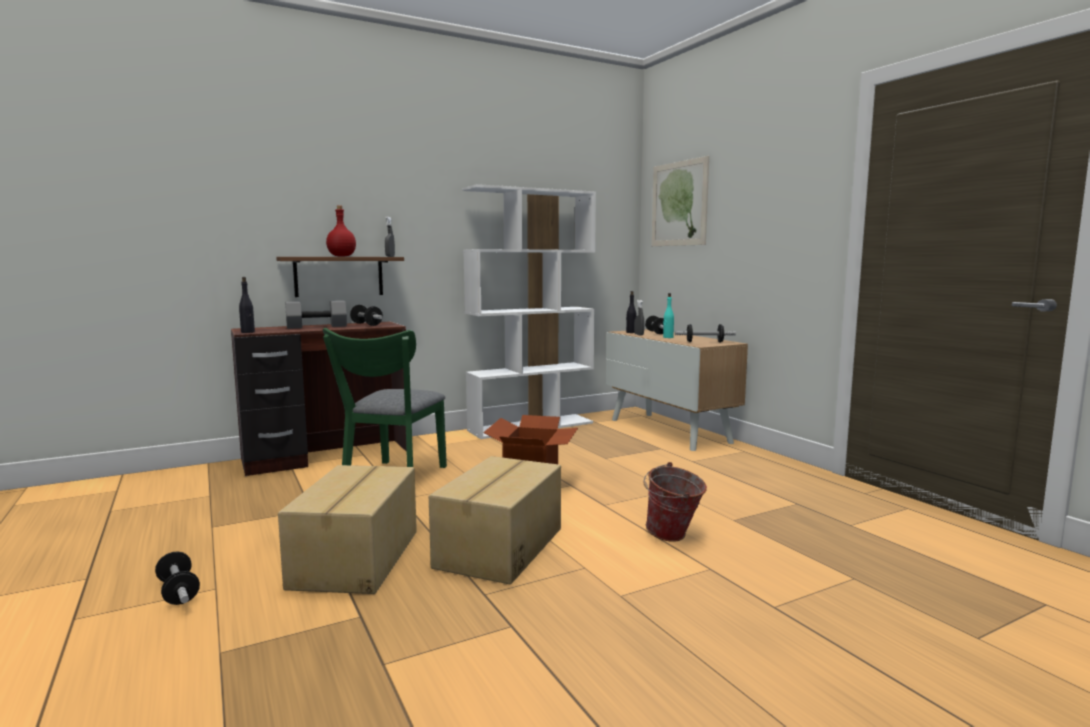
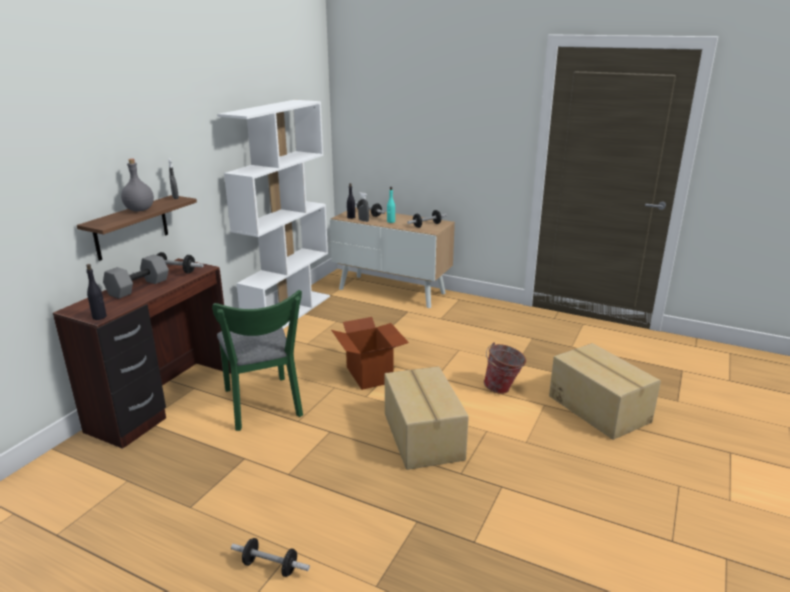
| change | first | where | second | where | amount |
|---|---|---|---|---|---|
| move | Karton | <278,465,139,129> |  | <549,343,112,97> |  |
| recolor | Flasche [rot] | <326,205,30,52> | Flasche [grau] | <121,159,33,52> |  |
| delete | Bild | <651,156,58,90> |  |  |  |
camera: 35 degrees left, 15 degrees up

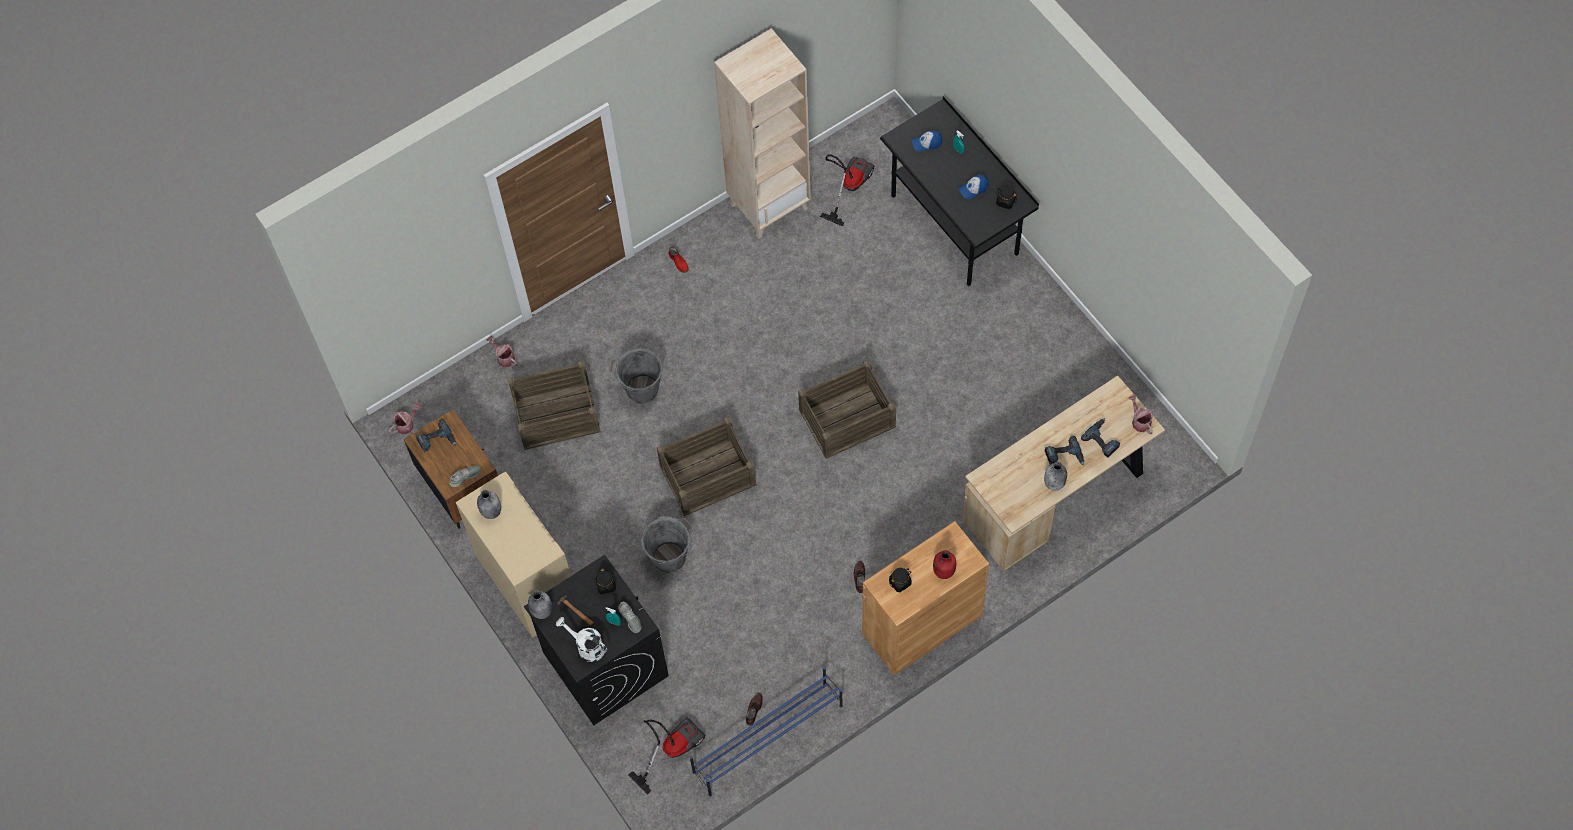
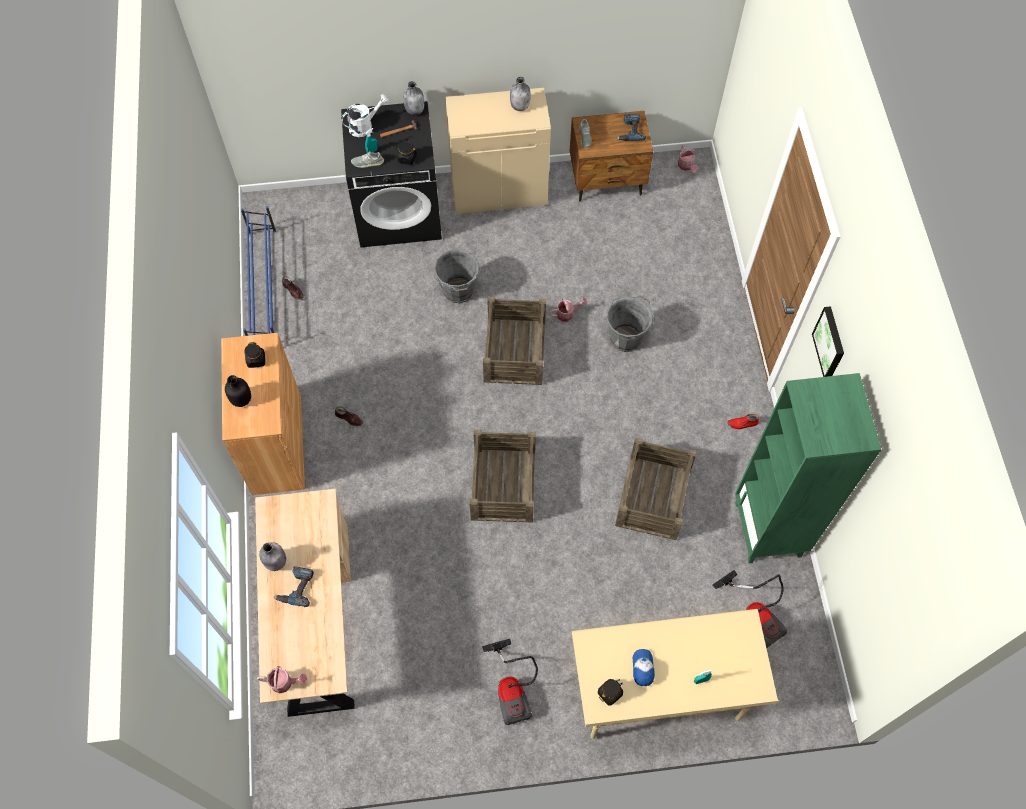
| change | first | where | second | where | amount |
|---|---|---|---|---|---|
| move | Gießkanne | <487,336,30,31> |  | <549,297,38,25> |  |
| move | Kiste | <507,361,94,89> |  | <615,437,82,103> |  |
| move | Staubsauger | <628,717,78,78> |  | <482,639,56,86> |  |
| recolor | Bücherregal [beige] | <714,28,97,211> | Bücherregal [grün] | <735,373,147,190> |  |
| recolor | Schreibtisch [schwarz] | <880,96,159,191> | Schreibtisch [beige] | <572,609,208,130> |  |
| delete | Kappe | <912,131,30,21> |  |  |  |
| recolor | Flasche [rot] | <933,550,23,29> | Flasche [schwarz] | <225,375,26,32> |  |
| delete | Bohrmaschine | <1081,418,39,40> |  |  |  |
| insert |  |  | Bild | <812,306,32,71> |  |
camera: 115 degrees right, 0 degrees up

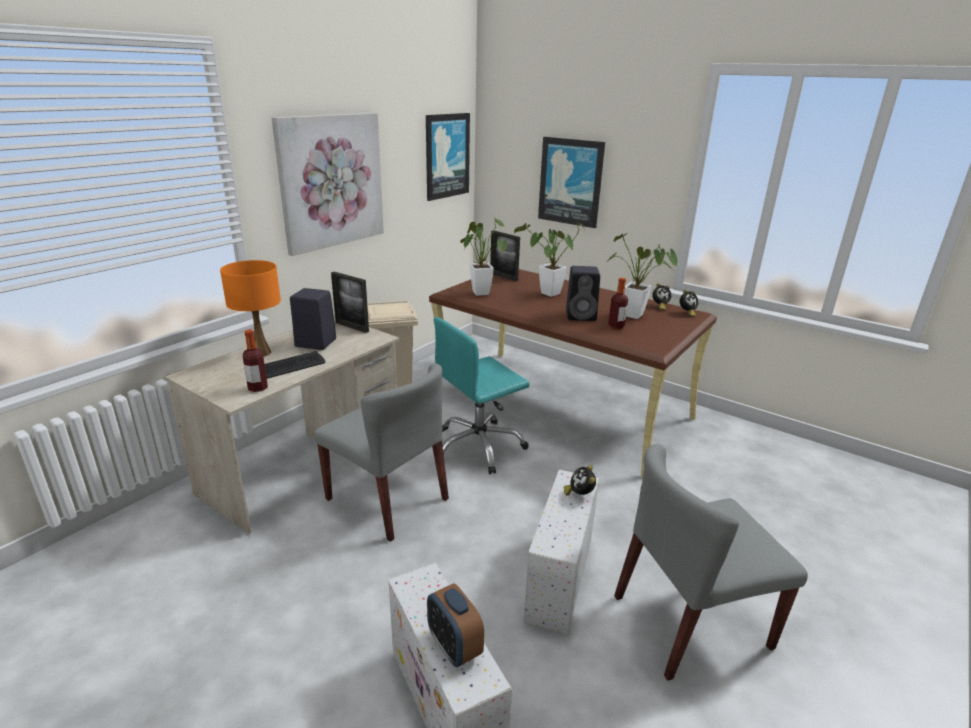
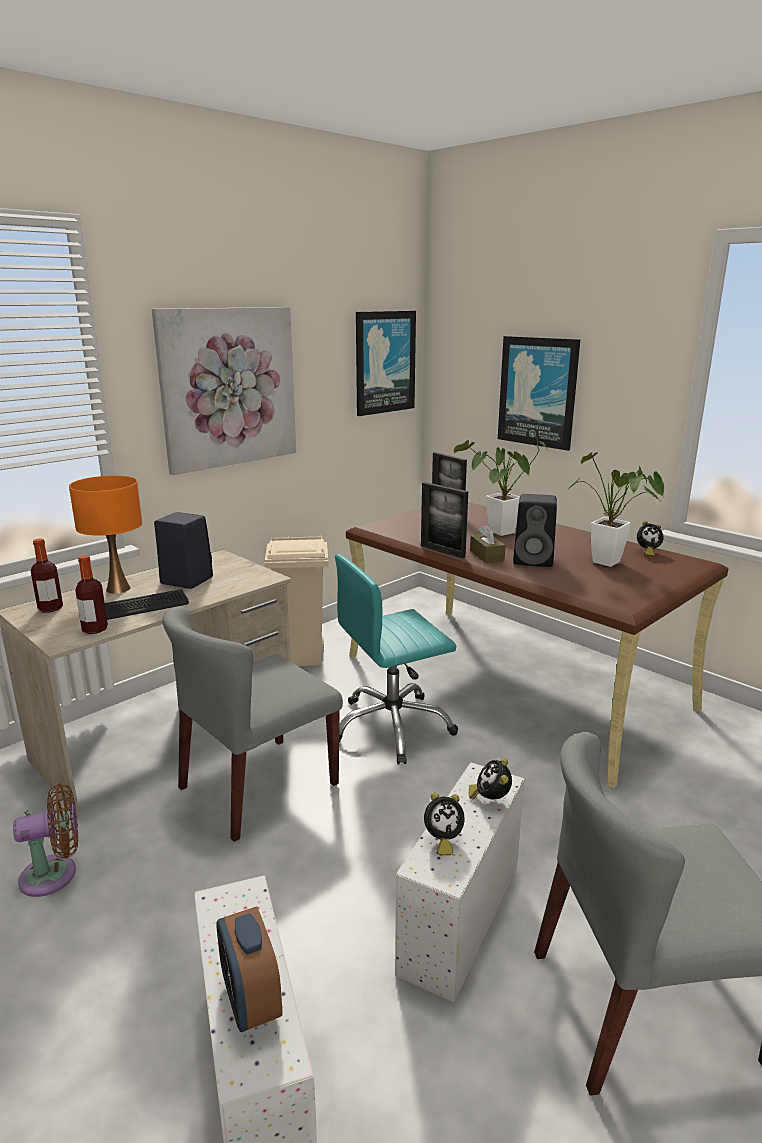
| change | first | where | second | where | amount |
|---|---|---|---|---|---|
| rotate | Stuhl [grau] | <314,363,135,179> |  | <162,607,181,235> | 90 degrees clockwise |
| move | Bilderrahmen | <331,272,38,61> |  | <421,482,47,76> |  |
| delete | Topfpflanze | <460,217,47,79> |  |  |  |
| move | Flasche | <608,278,20,51> |  | <31,539,32,73> |  |
| move | Wecker | <680,289,18,28> |  | <424,792,41,63> |  |
| insert |  |  | Ventilator [braun] | <13,784,65,113> |  |
| insert |  |  | Taschentuchbox [braun] | <470,524,36,39> |  |
camera: 10 degrees right, 5 degrees down

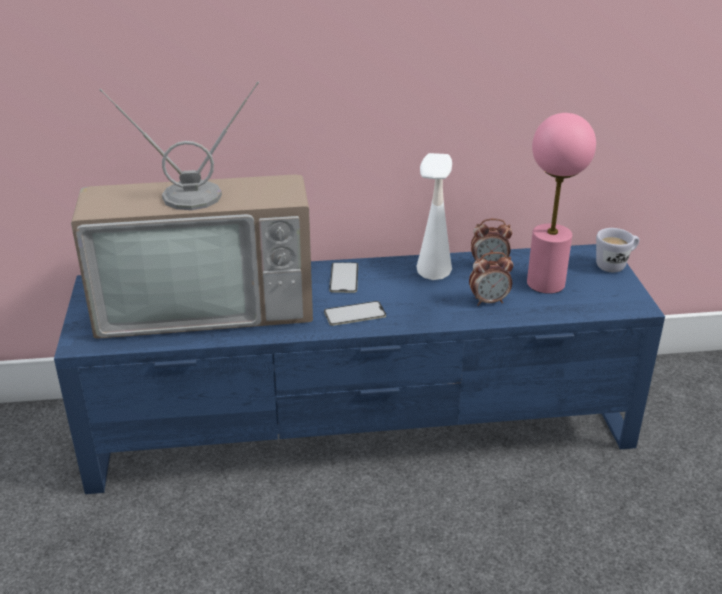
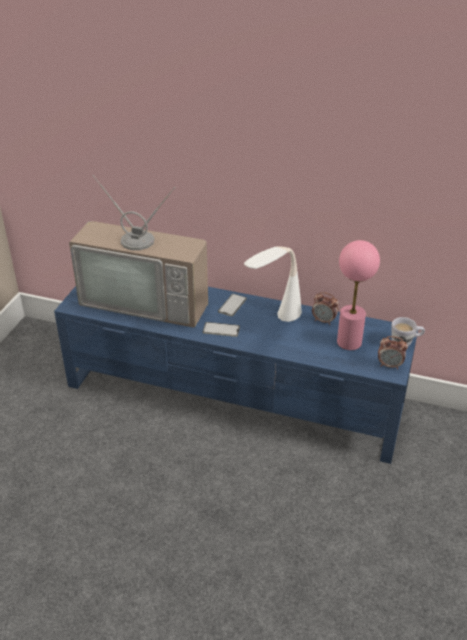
| change | first | where | second | where | amount |
|---|---|---|---|---|---|
| move | Wecker | <469,252,44,54> |  | <378,336,30,33> |  |
camera: 25 degrees right, 5 degrees up

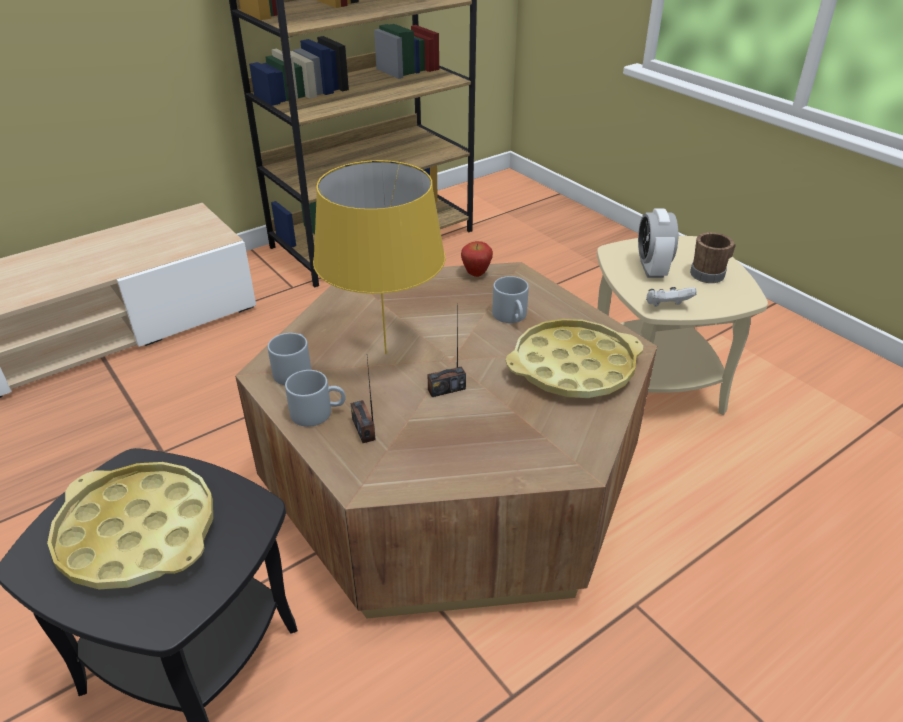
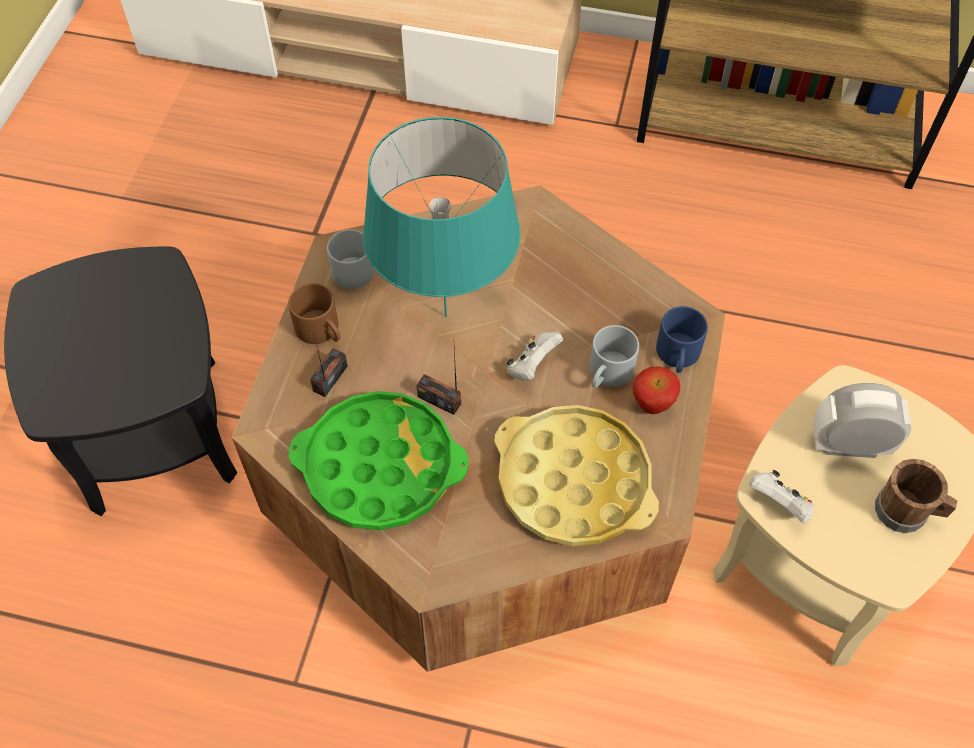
| change | first | where | second | where | amount |
|---|---|---|---|---|---|
| delete | Tablett [gelb] | <47,462,166,127> |  |  |  |
| recolor | Henkelbecher [grau] | <285,370,60,57> | Henkelbecher [braun] | <288,283,52,61> |  |
| recolor | Tischlampe [gelb] | <313,160,133,194> | Tischlampe [türkis] | <363,117,158,200> |  |
| move | Apfel | <461,241,32,36> |  | <633,366,47,48> |  |
| rotate | Wecker | <638,209,40,69> |  | <813,383,98,75> | 45 degrees clockwise |
| insert |  |  | Tablett [grün] | <289,391,180,139> |  |
| insert |  |  | Gamepad [weiß] | <507,332,56,48> |  |
| insert |  |  | Henkelbecher [blau] | <656,306,52,67> |  |
camera: 50 degrees right, 20 degrees up

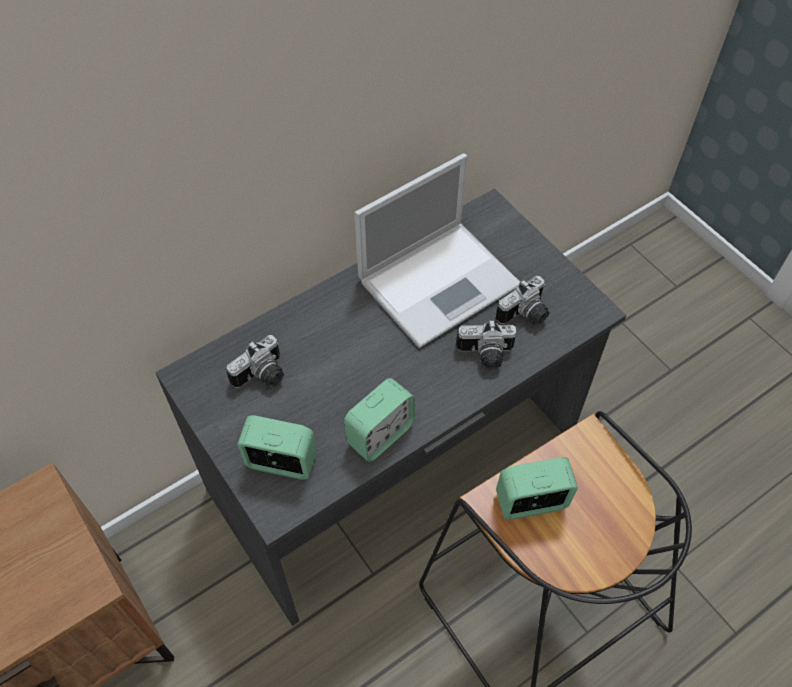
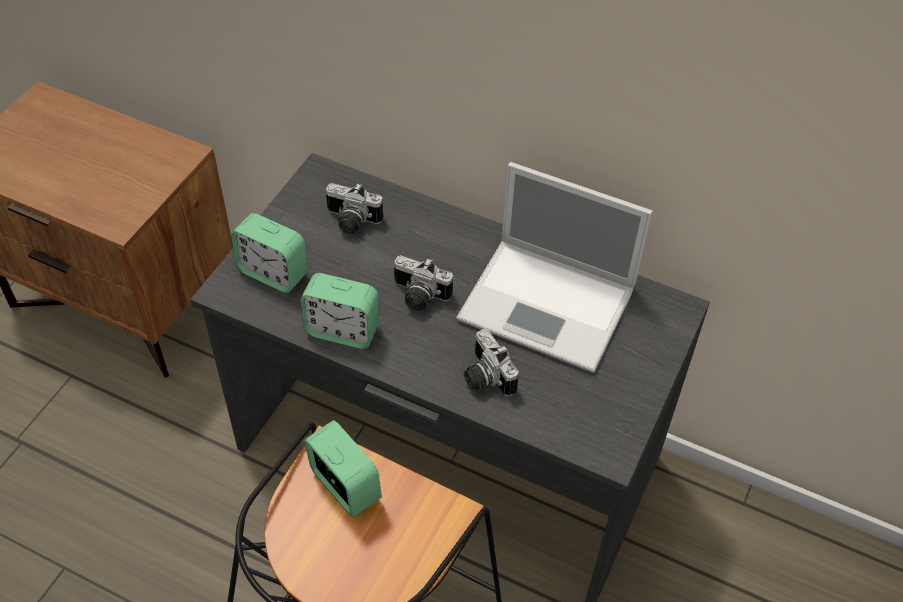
| change | first | where | second | where | amount |
|---|---|---|---|---|---|
| rotate | Wecker | <237,415,80,65> |  | <231,213,76,80> | 135 degrees clockwise |
| move | Kamera | <496,276,53,49> |  | <394,255,59,56> |  |
camera: 60 degrees right, 5 degrees down

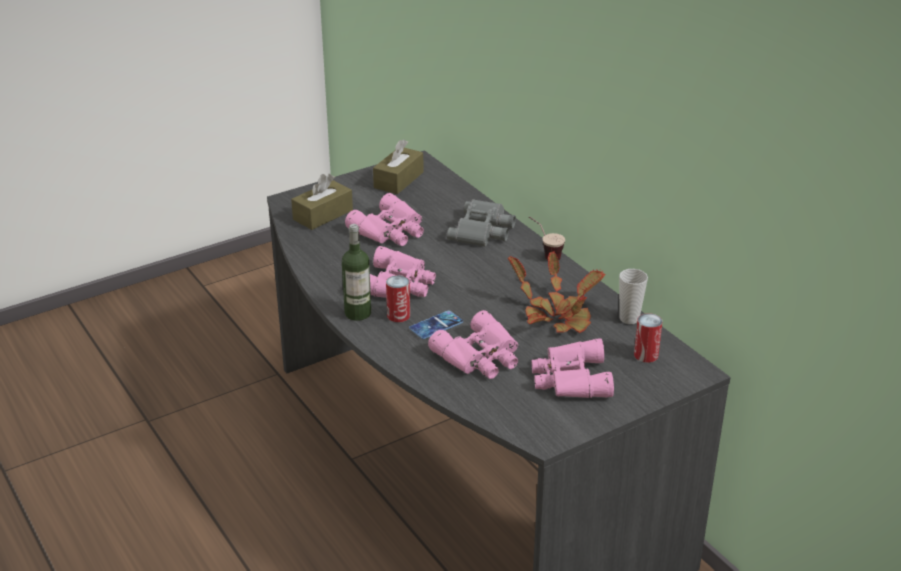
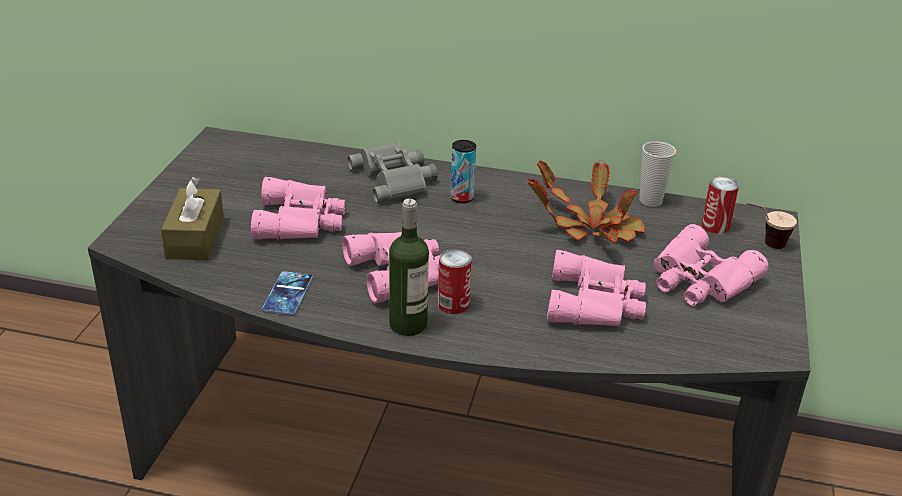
| change | first | where | second | where | amount |
|---|---|---|---|---|---|
| delete | Taschentuchbox [braun] | <373,139,51,55> |  |  |  |
| move | Handy | <409,310,54,29> |  | <262,271,51,44> |  |
| move | Tasse | <529,216,36,44> |  | <747,203,50,46> |  |
| insert |  |  | Dose | <450,140,26,63> |  |
camera: 45 degrees left, 0 degrees up

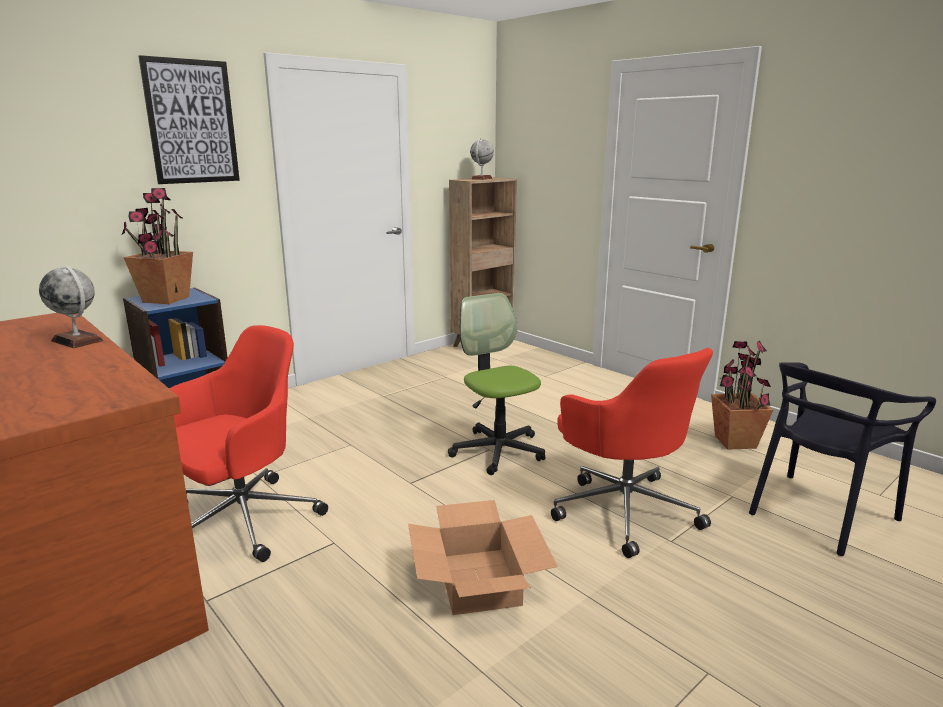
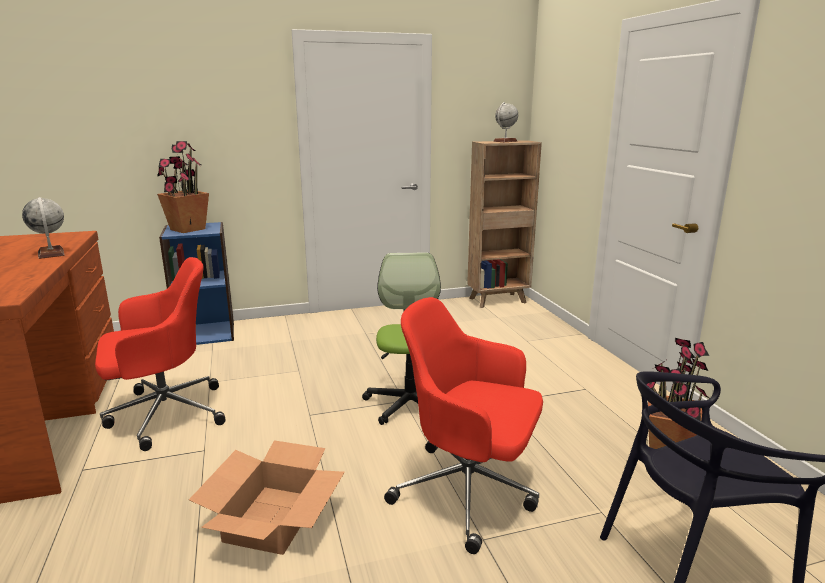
| change | first | where | second | where | amount |
|---|---|---|---|---|---|
| delete | Bild | <138,55,102,129> |  |  |  |
| rotate | Bürostuhl [rot] | <551,348,162,210> |  | <384,297,159,257> | 120 degrees clockwise |
camera: 25 degrees right, 0 degrees up

